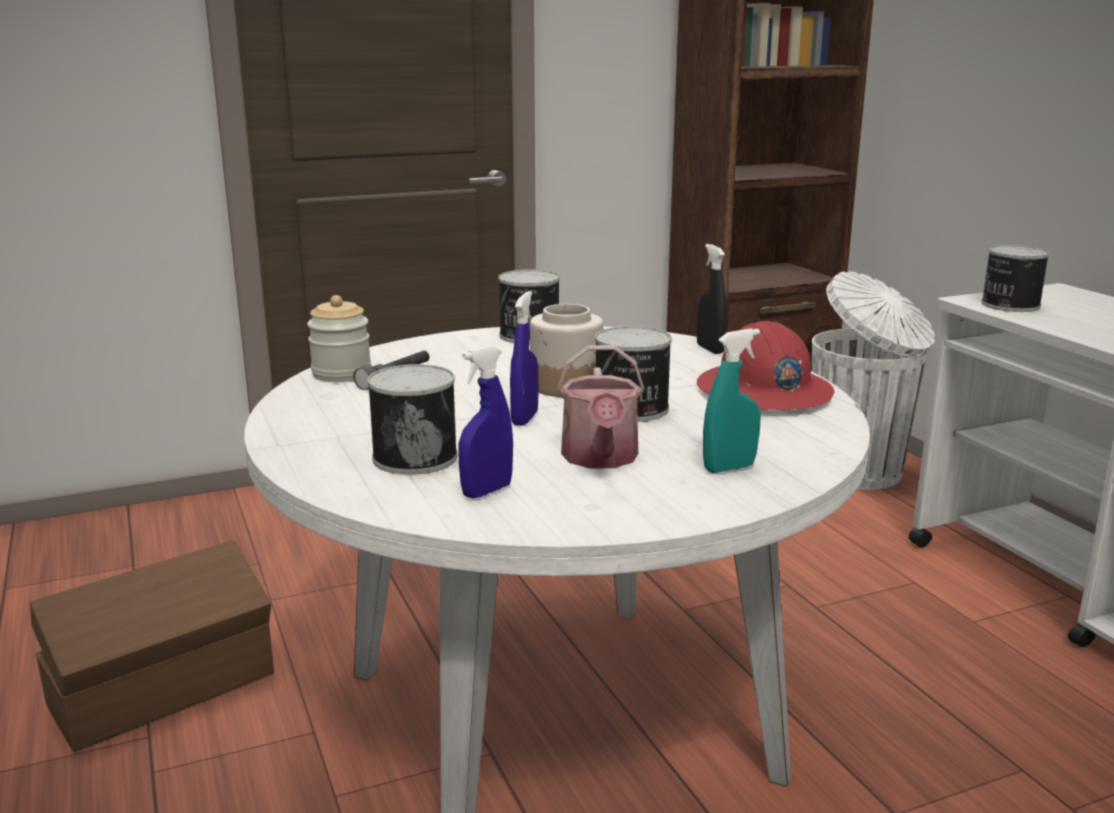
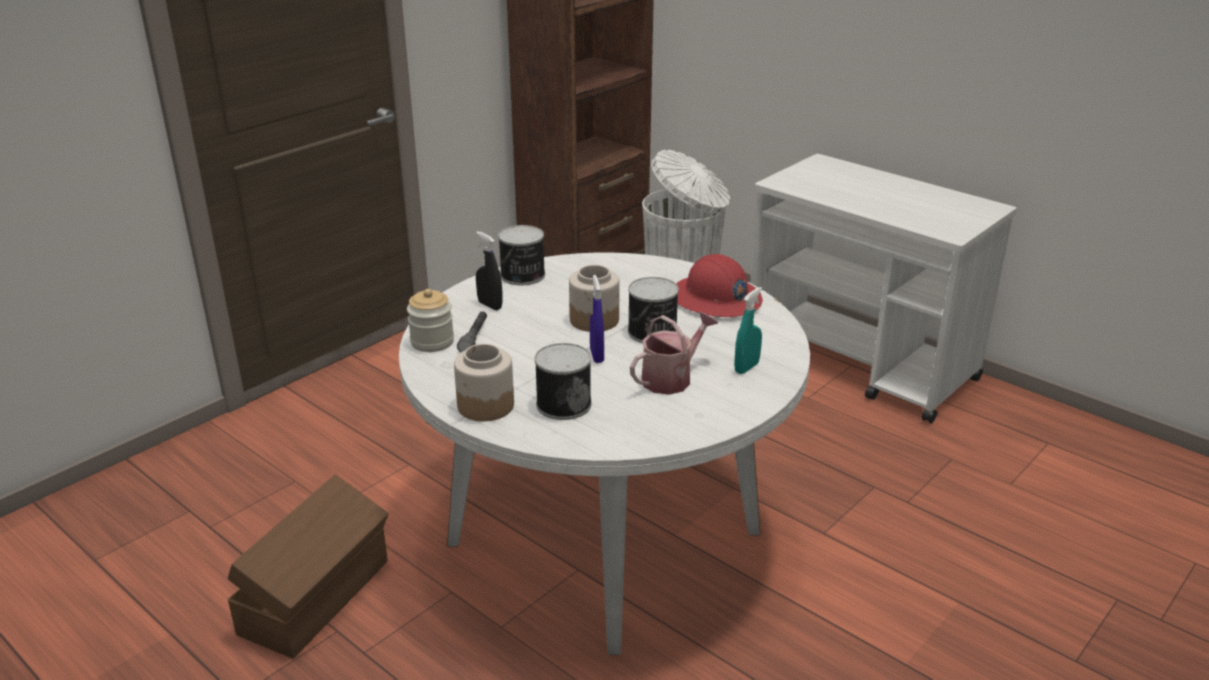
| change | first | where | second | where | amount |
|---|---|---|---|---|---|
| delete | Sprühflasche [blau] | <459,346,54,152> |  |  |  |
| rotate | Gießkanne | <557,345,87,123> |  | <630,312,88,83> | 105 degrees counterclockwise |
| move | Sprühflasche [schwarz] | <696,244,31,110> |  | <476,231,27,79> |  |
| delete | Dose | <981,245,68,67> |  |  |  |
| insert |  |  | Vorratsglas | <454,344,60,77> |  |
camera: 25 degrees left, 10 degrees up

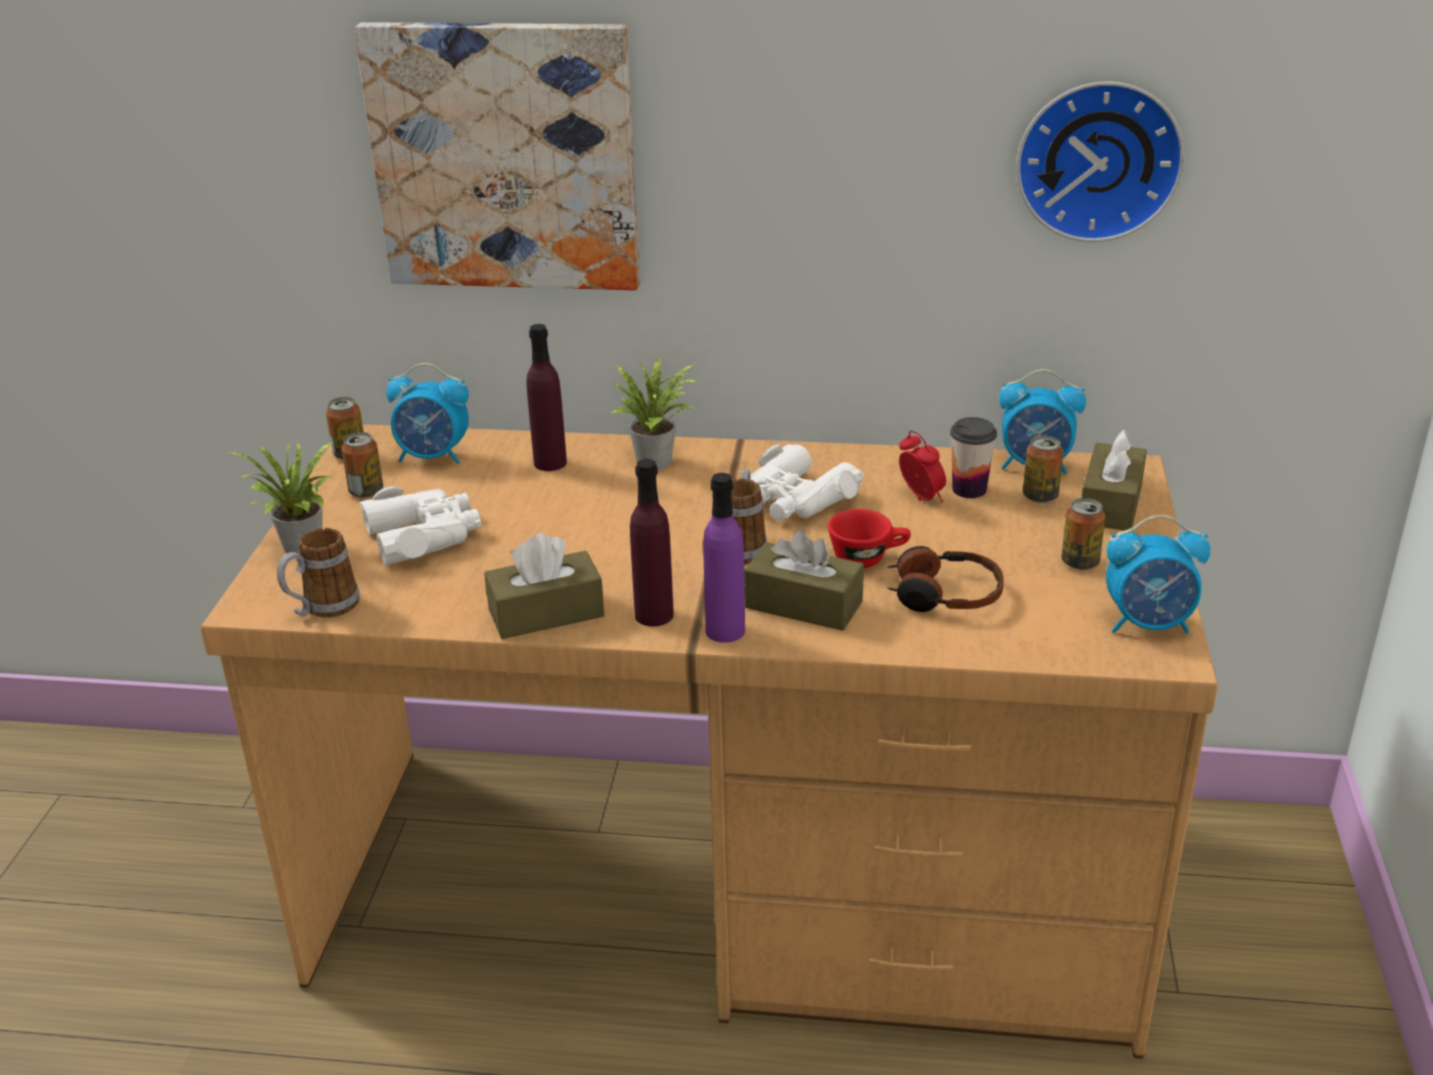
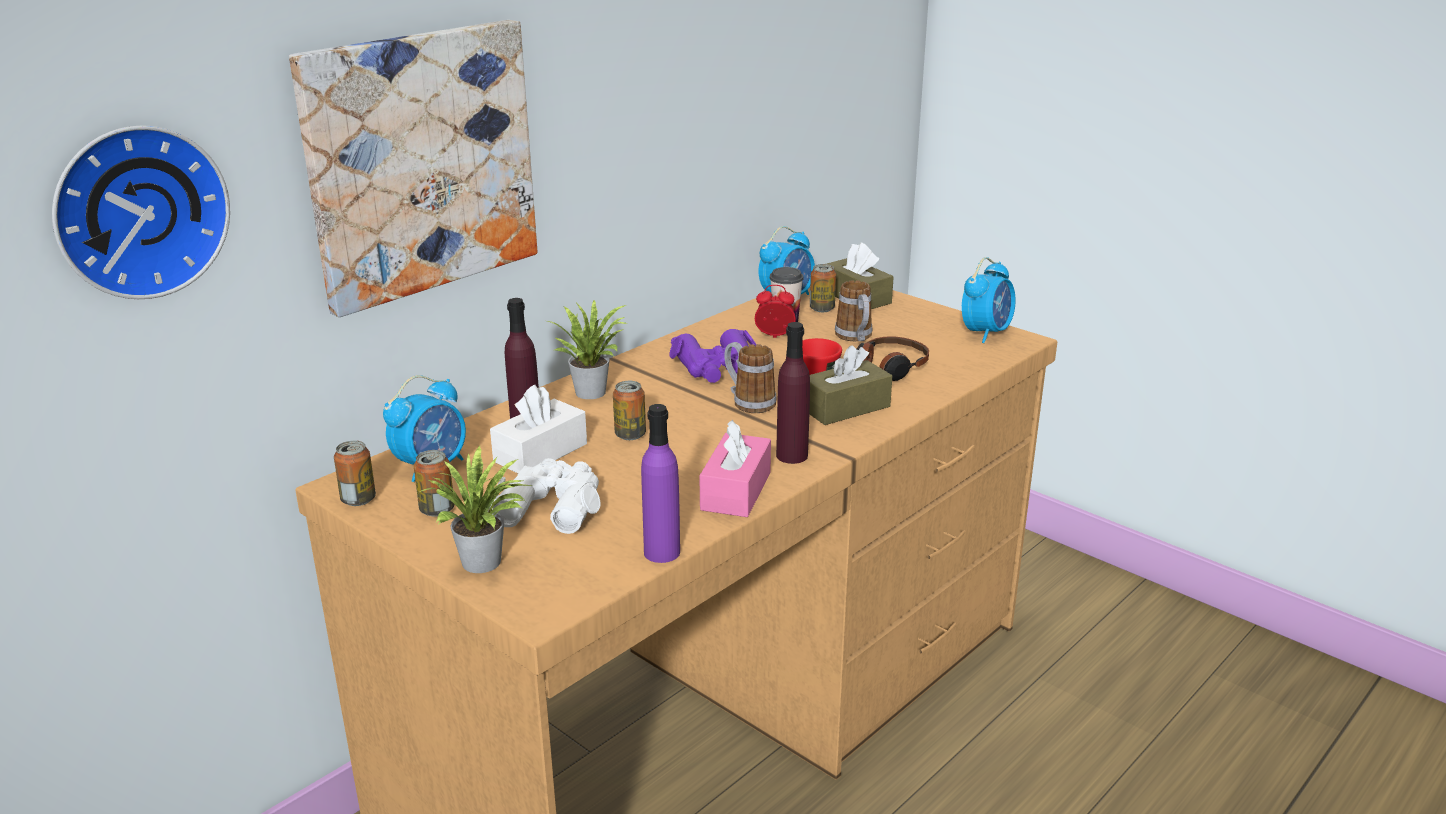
| change | first | where | second | where | amount |
|---|---|---|---|---|---|
| move | Henkelbecher | <277,528,83,90> |  | <835,280,37,61> |  |
| recolor | Taschentuchbox [braun] | <484,533,120,106> | Taschentuchbox [rosa] | <699,420,72,97> |  |
| move | Flasche [lila] | <703,473,42,170> |  | <641,404,39,159> |  |
| recolor | Fernglas [weiß] | <750,444,114,77> | Fernglas [lila] | <669,329,87,54> |  |
| move | Wanduhr | <1016,82,169,160> |  | <52,125,178,174> |  |
| move | Dose | <1061,498,44,72> |  | <613,381,33,59> |  |
| insert |  |  | Taschentuchbox [weiß] | <490,385,97,88> |  |
camera: 55 degrees left, 5 degrees down

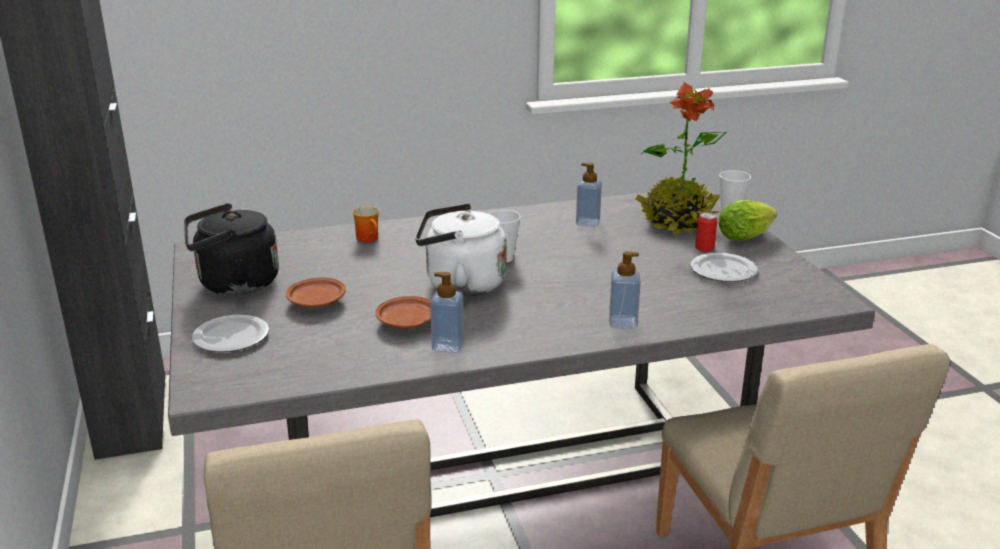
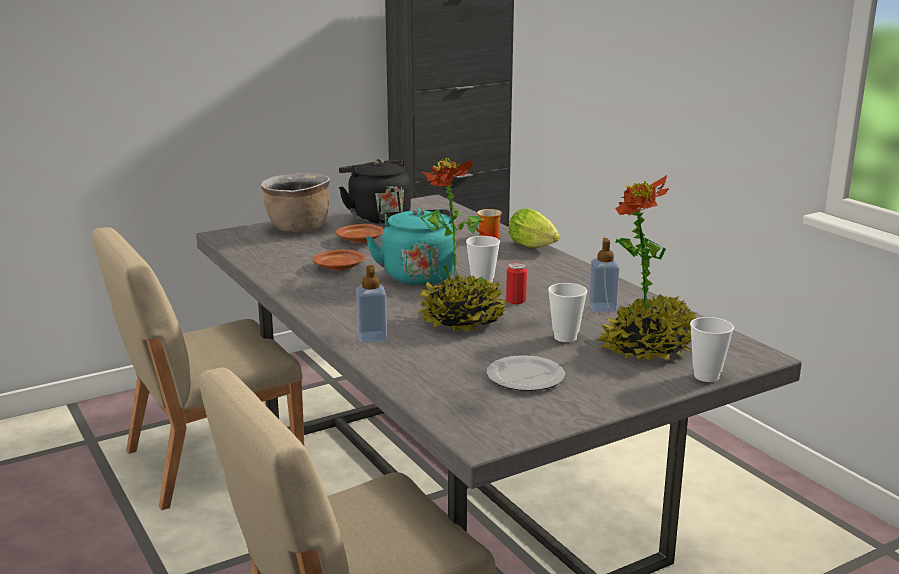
| change | first | where | second | where | amount |
|---|---|---|---|---|---|
| replace | Teller | <192,315,77,37> | Kochtopf [braun] | <260,173,70,60> |  |
| recolor | Wasserkessel [weiß] | <415,203,92,93> | Wasserkessel [türkis] | <366,208,90,78> |  |
| delete | Seifenspender | <430,272,34,81> |  |  |  |
| move | Dose | <695,212,22,40> |  | <506,262,21,42> |  |
| move | Salatkopf | <719,200,58,41> |  | <508,209,52,39> |  |
| insert |  |  | Topfpflanze | <418,158,91,174> |  |
| insert |  |  | Tasse | <548,283,39,59> |  |
camera: 75 degrees right, 5 degrees down

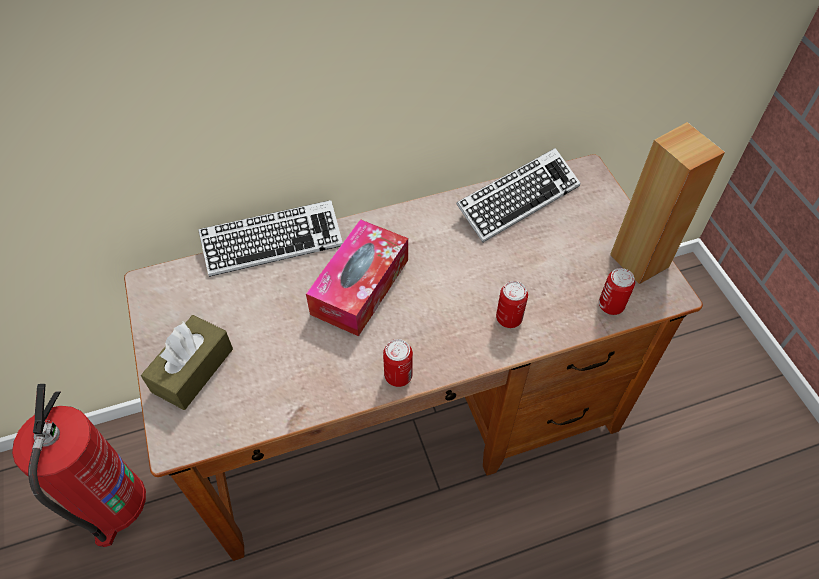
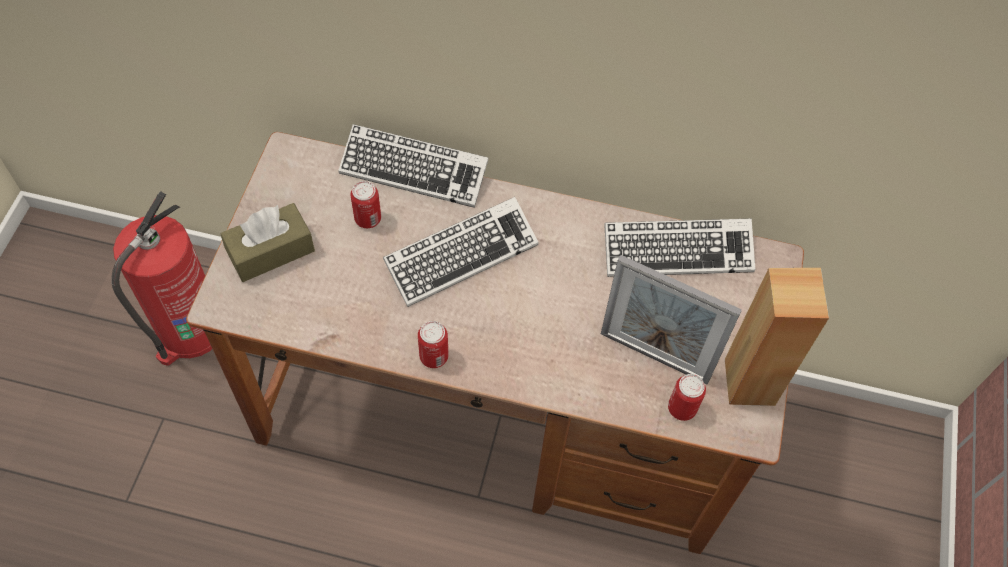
| change | first | where | second | where | amount |
|---|---|---|---|---|---|
| replace | Taschentuchbox | <306,219,102,117> | Tastatur | <383,197,156,110> |  |
| move | Dose | <496,281,32,47> |  | <350,181,31,47> |  |
| insert |  |  | Bilderrahmen | <601,255,141,130> |  |
camera: 30 degrees right, 5 degrees up

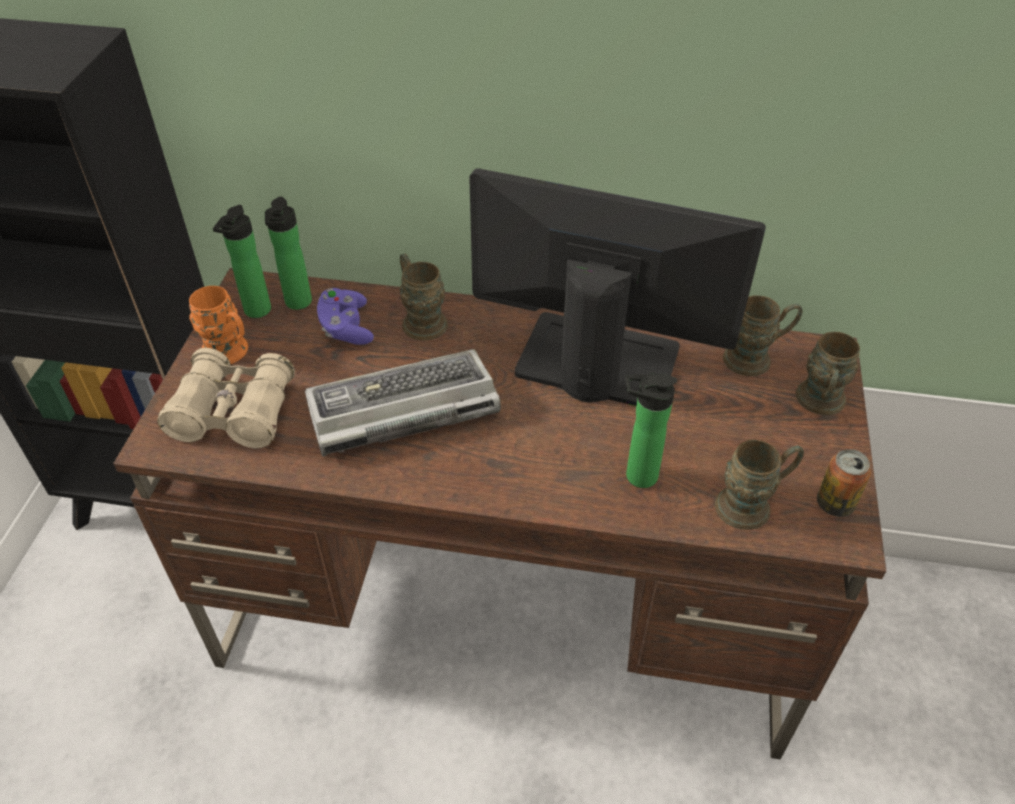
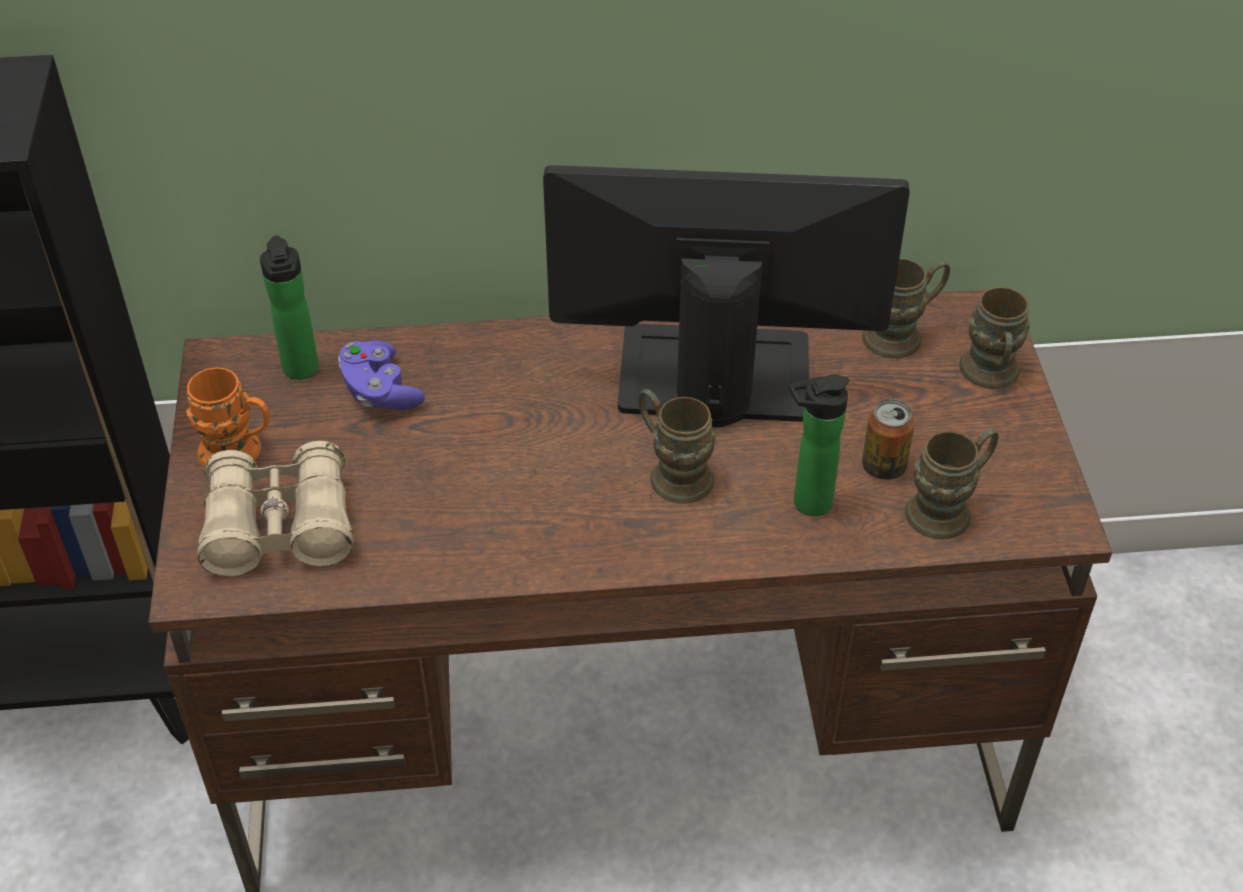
| change | first | where | second | where | amount |
|---|---|---|---|---|---|
| delete | Flasche | <213,205,58,113> |  |  |  |
| delete | Tastatur | <305,349,196,108> |  |  |  |
| move | Henkelbecher [braun] | <399,253,49,88> |  | <638,389,78,115> |  |
| move | Dose | <817,449,54,68> |  | <862,399,53,81> |  |
camera: 15 degrees left, 0 degrees up

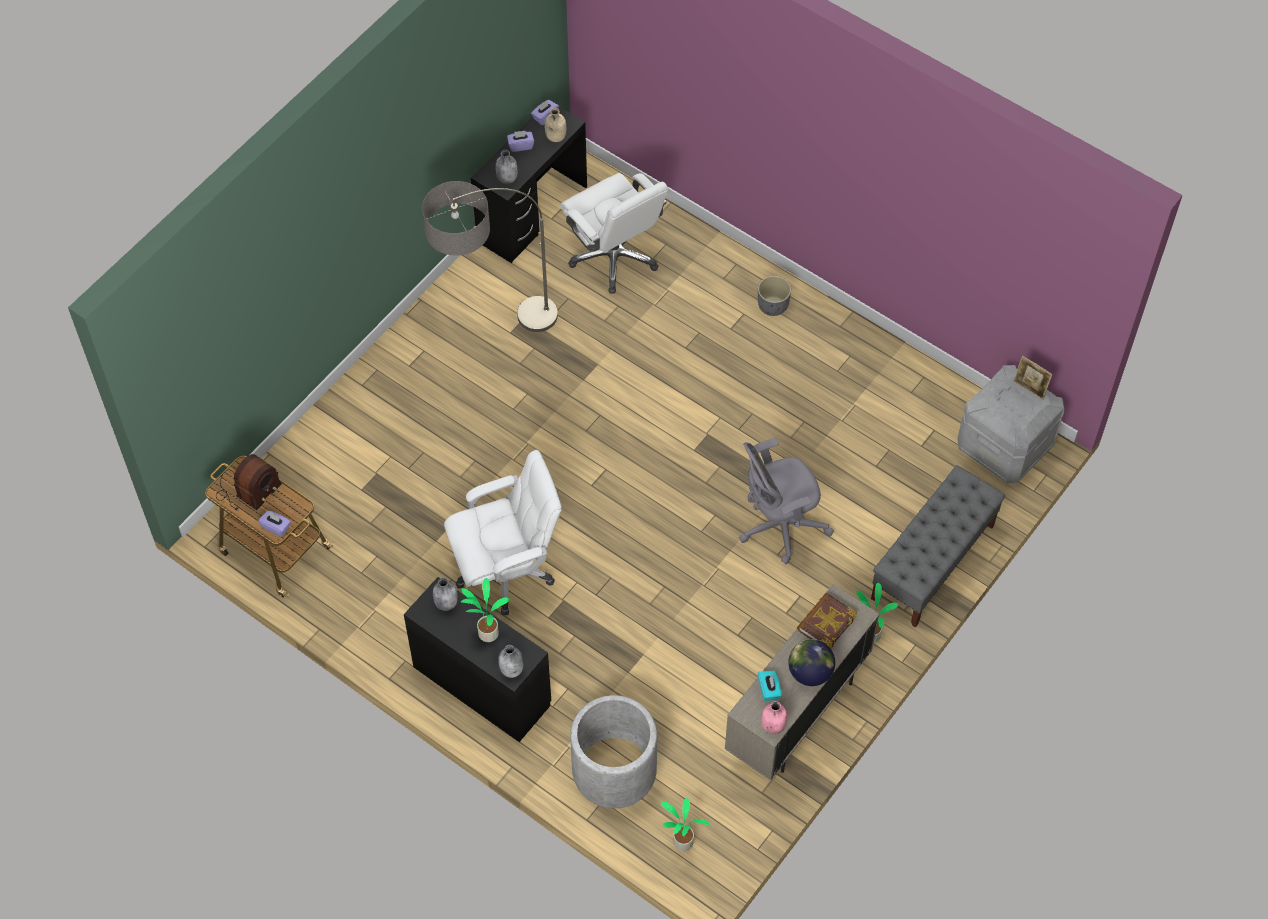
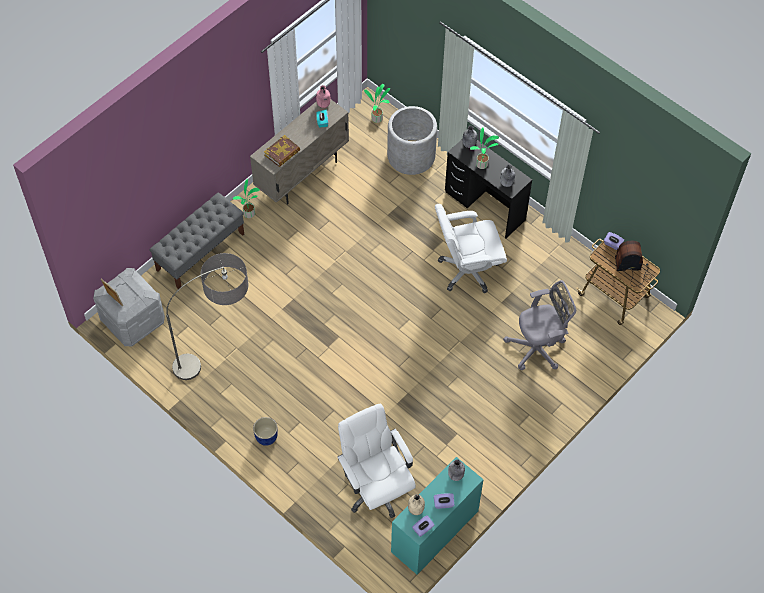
| change | first | where | second | where | amount |
|---|---|---|---|---|---|
| rotate | Radio | <216,454,66,57> |  | <615,241,35,45> | 45 degrees clockwise |
| move | Stehlampe | <422,181,136,151> |  | <166,253,82,127> |  |
| recolor | Schreibtisch [schwarz] | <471,107,116,156> | Schreibtisch [türkis] | <391,457,93,118> |  |
| move | Bürostuhl [grau] | <739,438,95,126> |  | <503,280,73,90> |  |
| recolor | Pflanzkübel [grau] | <758,276,33,40> | Pflanzkübel [blau] | <253,417,25,29> |  |
| delete | Globus | <788,639,47,47> |  |  |  |
camera: 175 degrees left, 0 degrees up

